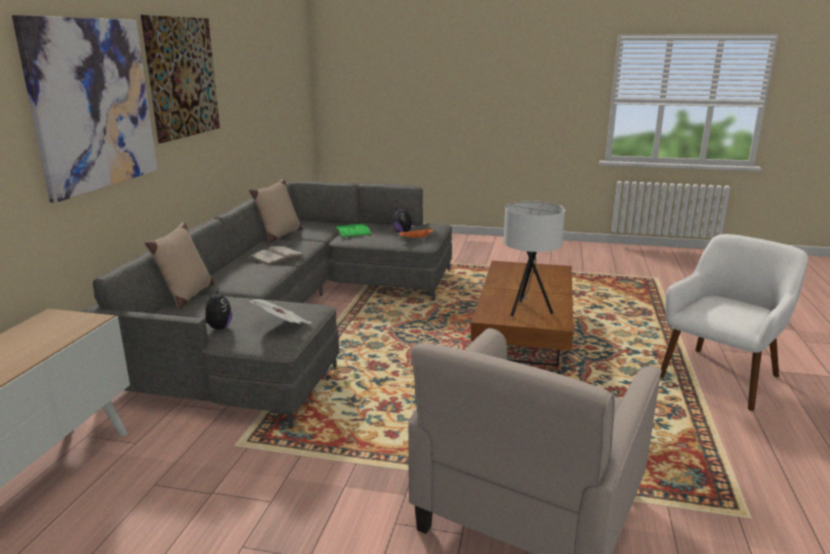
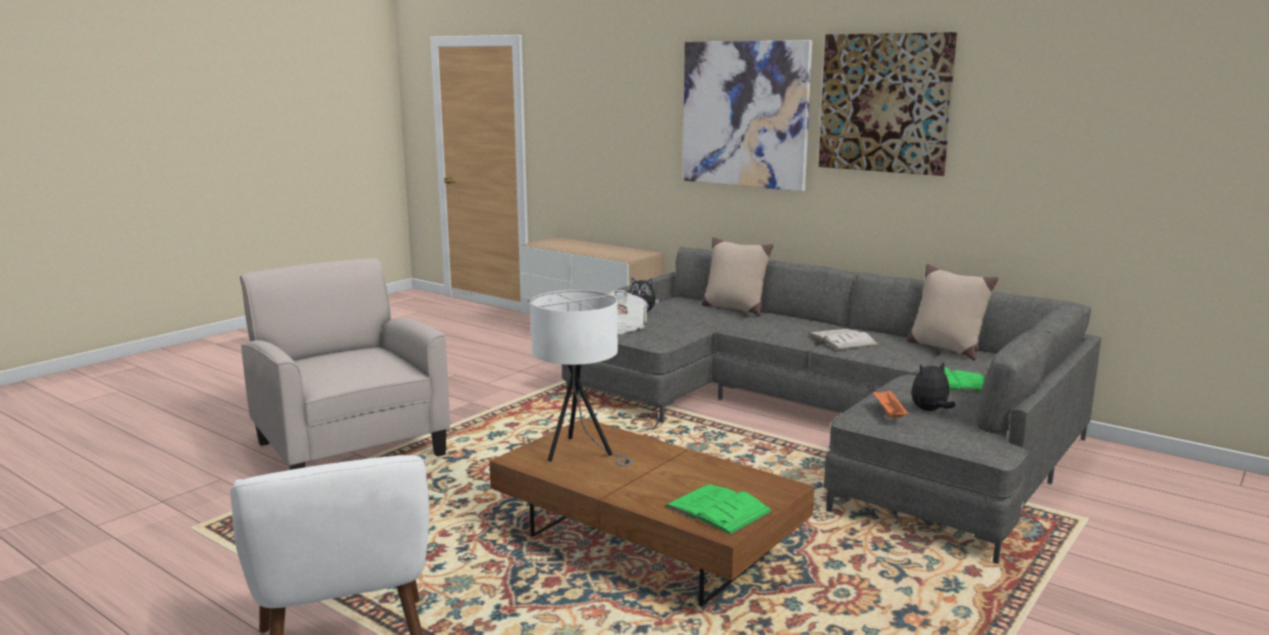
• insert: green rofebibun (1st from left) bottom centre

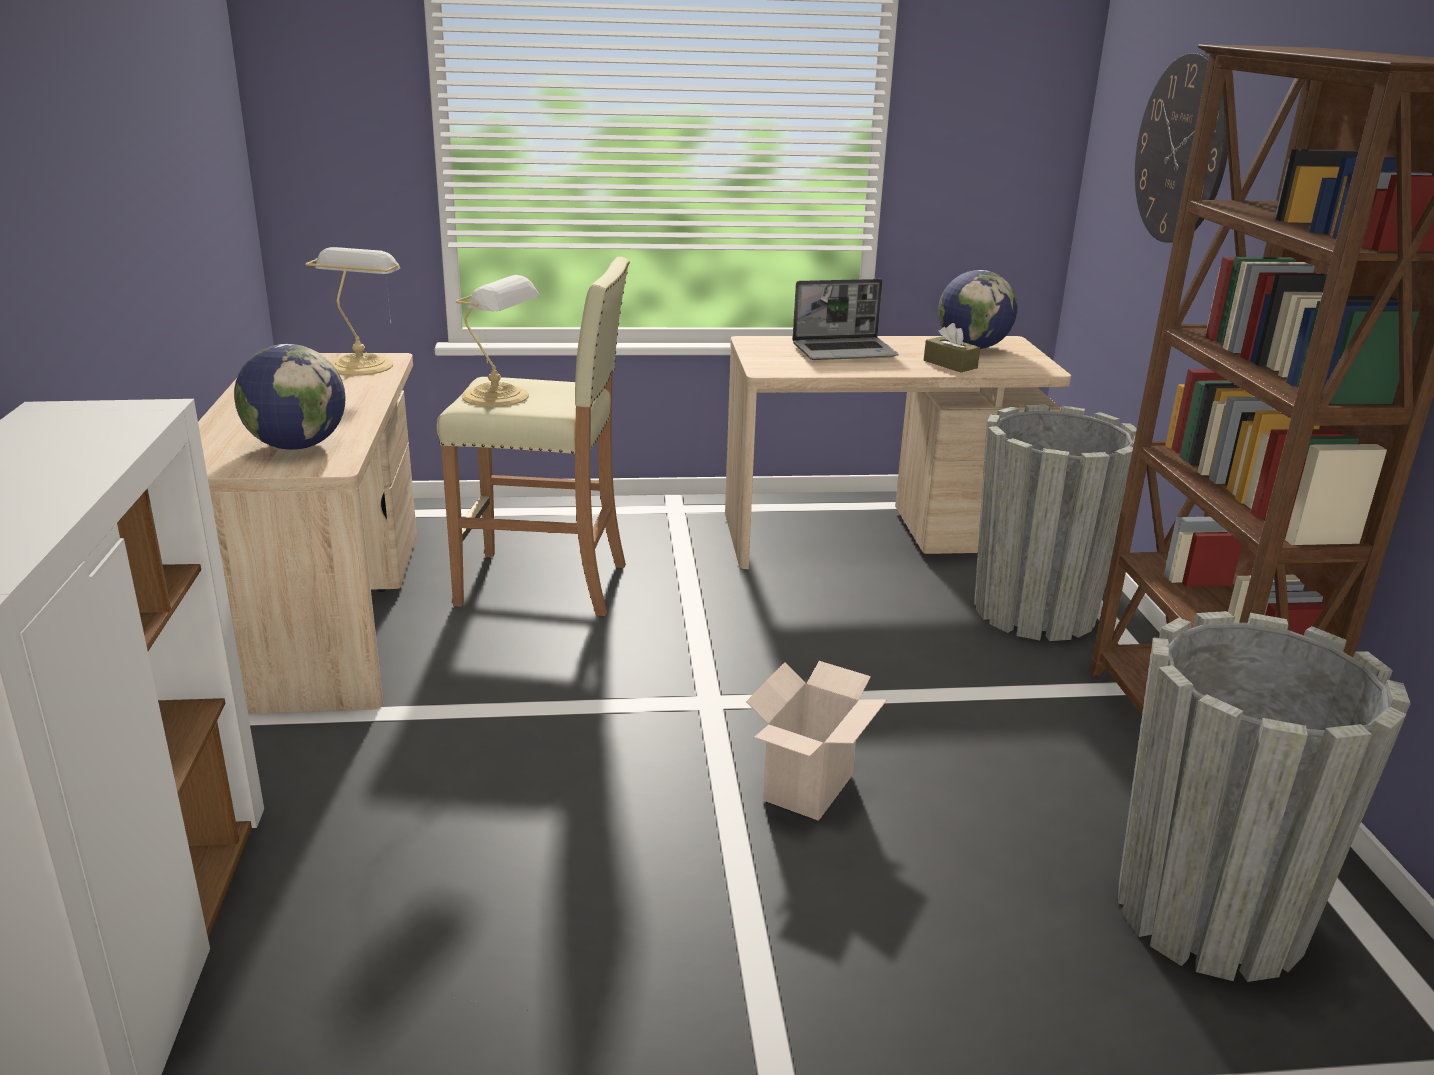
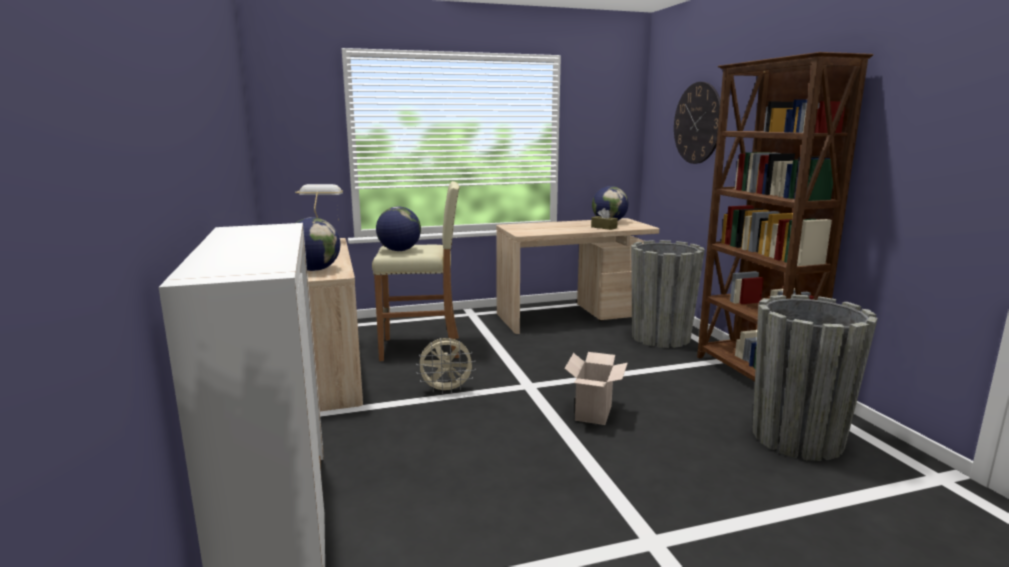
• replace: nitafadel (2nd from left) top centre to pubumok (2nd from left) centre
• insert: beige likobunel centre
• delete: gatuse top centre

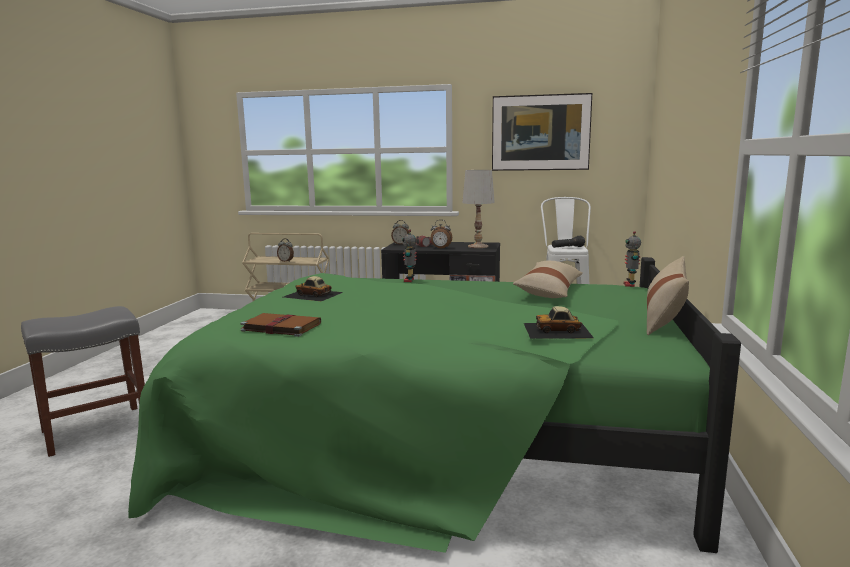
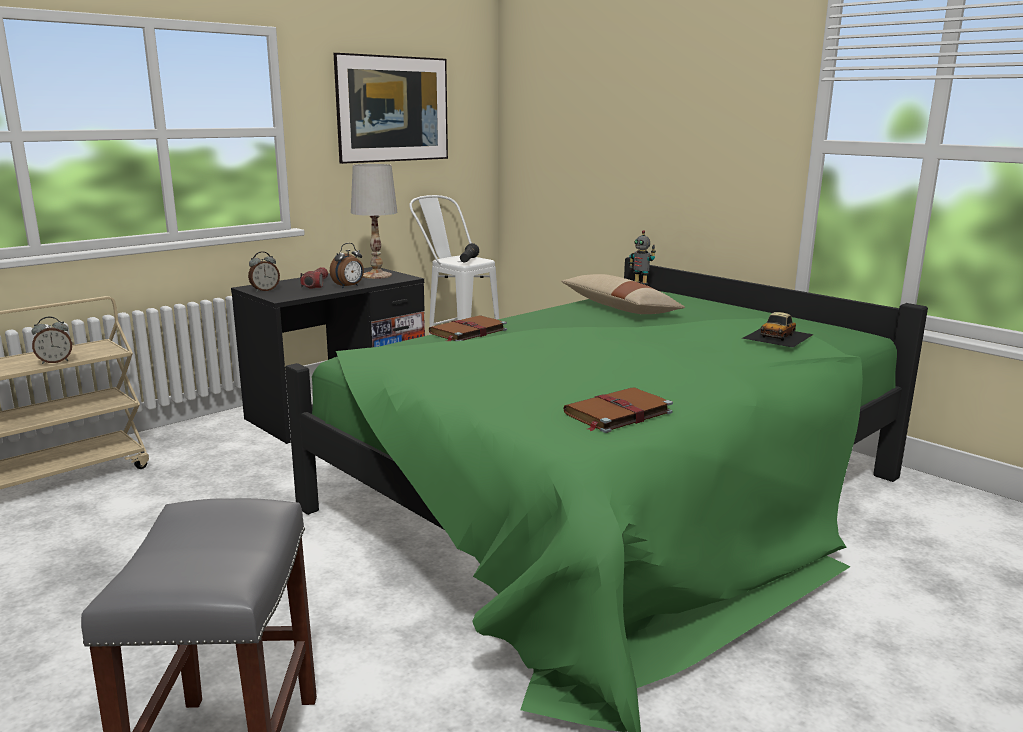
• replace: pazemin (1st from left) centre to brown rofebibun (1st from left) centre
• delete: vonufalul (1st from left) centre
• delete: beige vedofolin (2nd from left) middle right

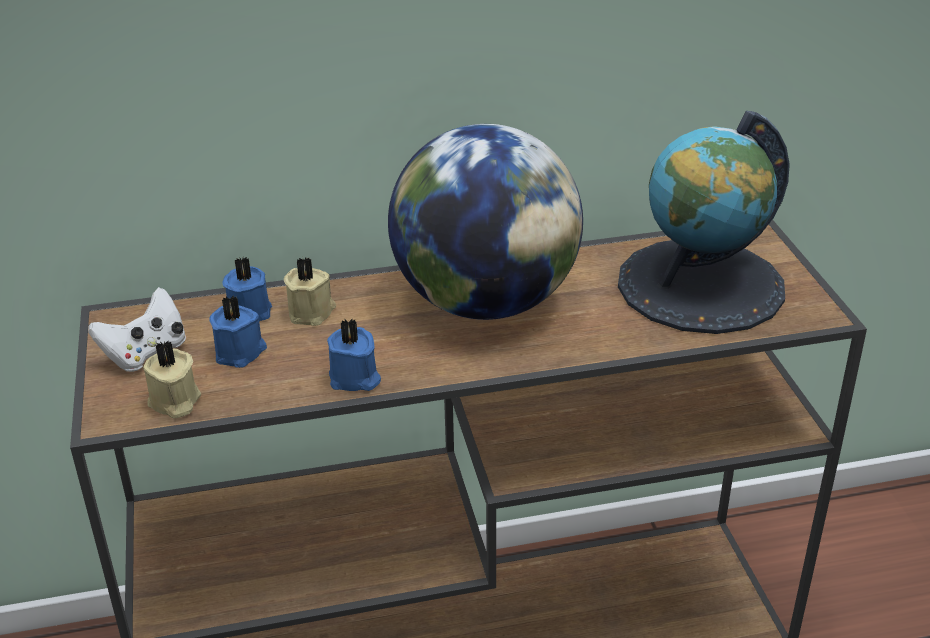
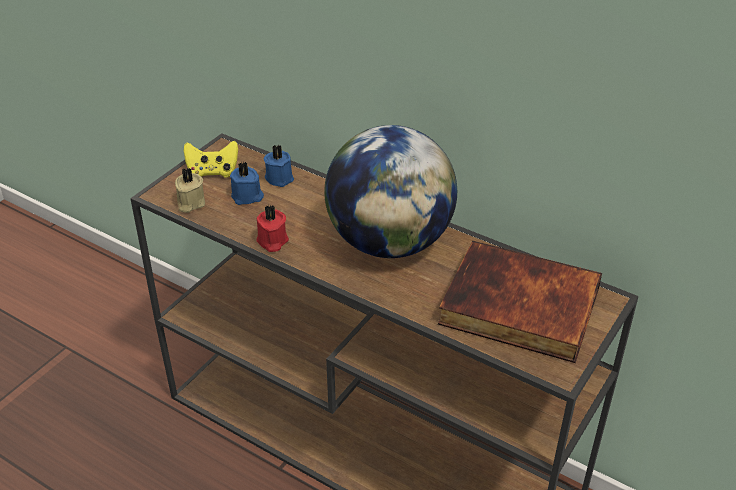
• recolor: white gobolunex middle left to yellow gobolunex top left
• recolor: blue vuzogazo (3rd from left) centre to red vuzogazo centre
• replace: pubumok (2nd from left) middle right to rofebibun middle right
• delete: beige vuzogazo (2nd from left) centre

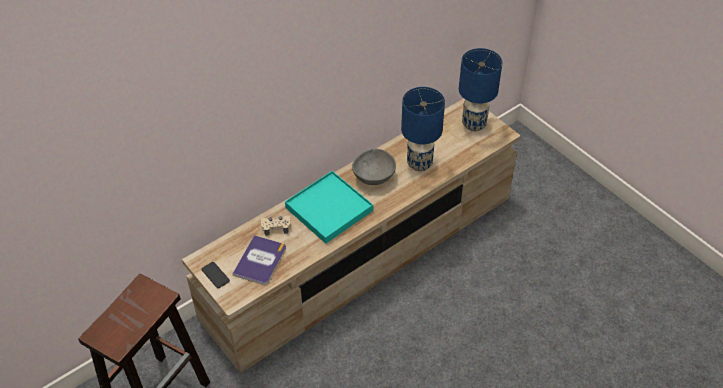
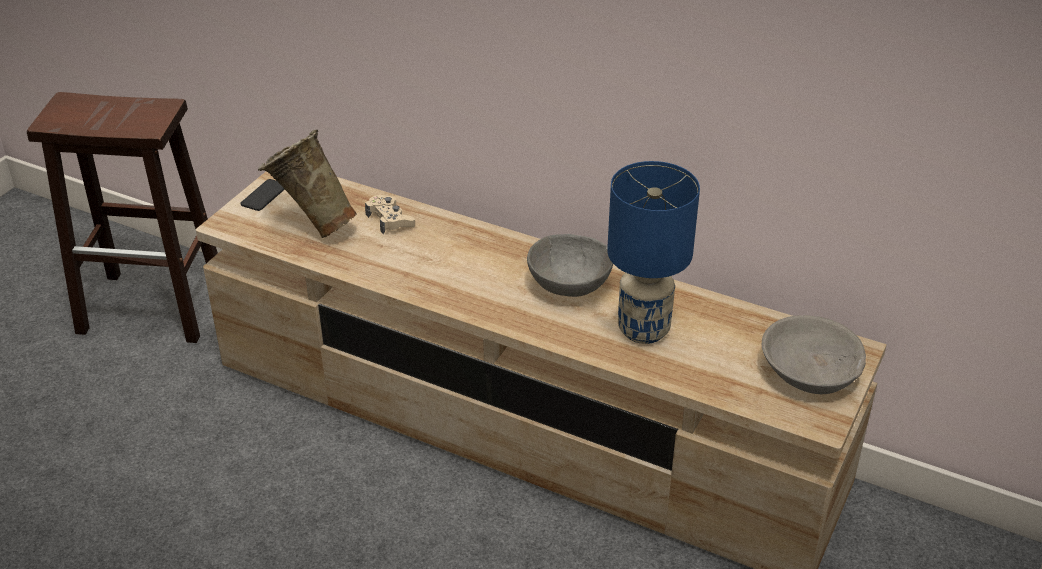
• replace: rofebibun bottom centre to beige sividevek top left
• replace: blue nitafadel (2nd from left) top centre to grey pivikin (2nd from left) middle right
• delete: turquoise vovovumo centre

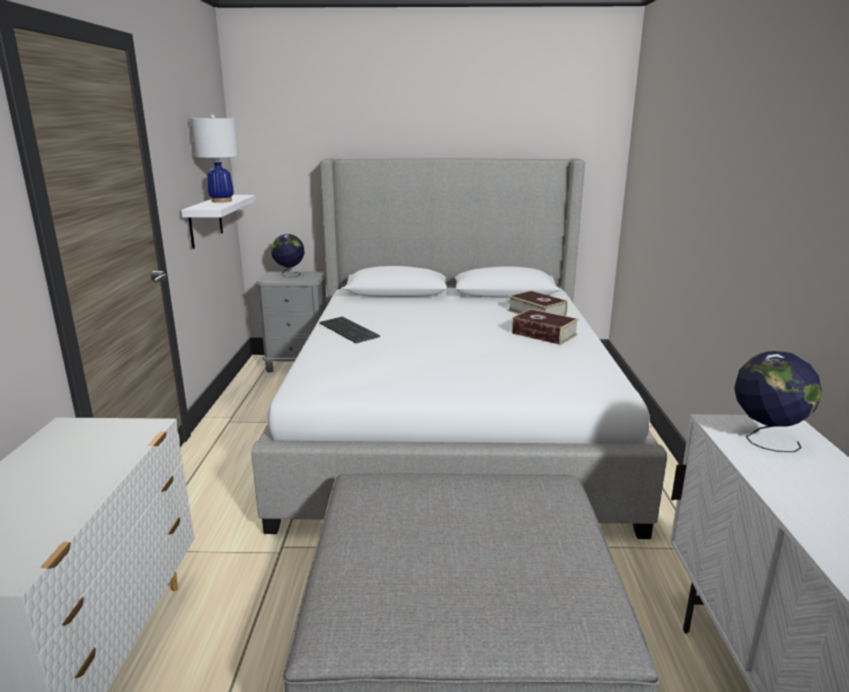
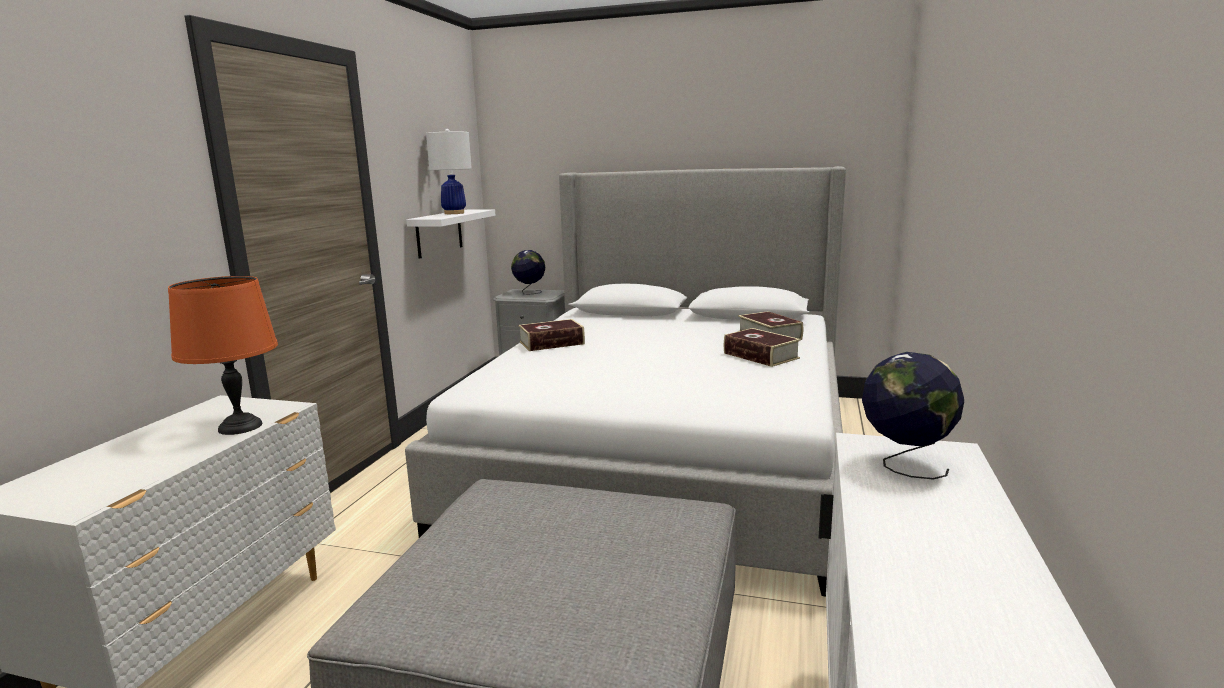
• insert: orange nitafadel middle left
• replace: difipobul centre to rofebibun (1st from left) centre

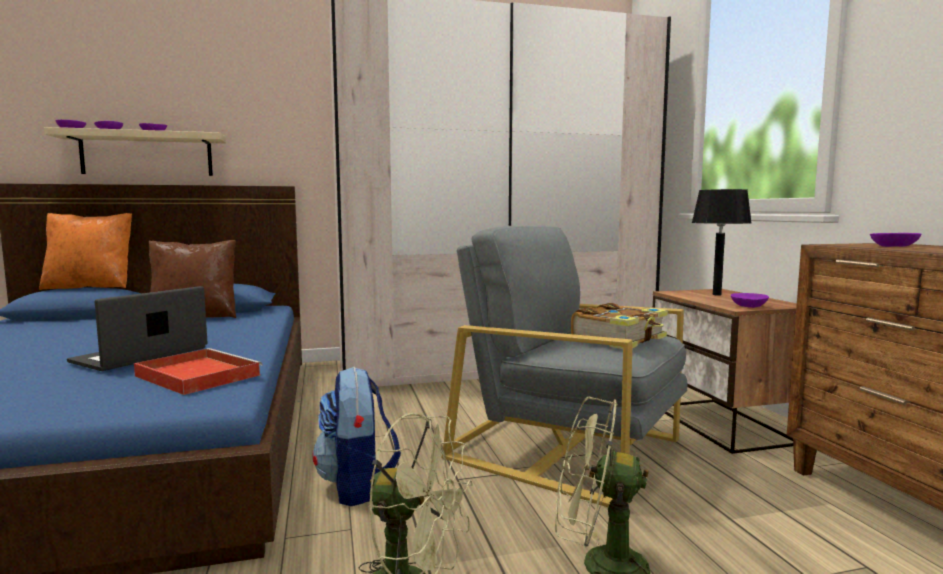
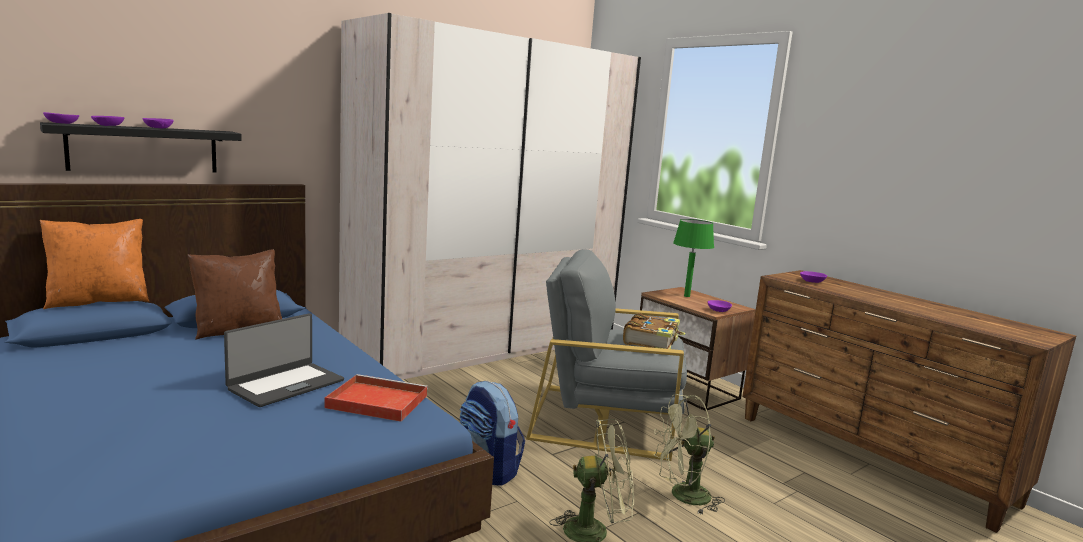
• recolor: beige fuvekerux top left to black fuvekerux top left
• rotate: gatuse middle left = middle left 150 degrees counterclockwise
• recolor: black nitafadel middle right to green nitafadel centre

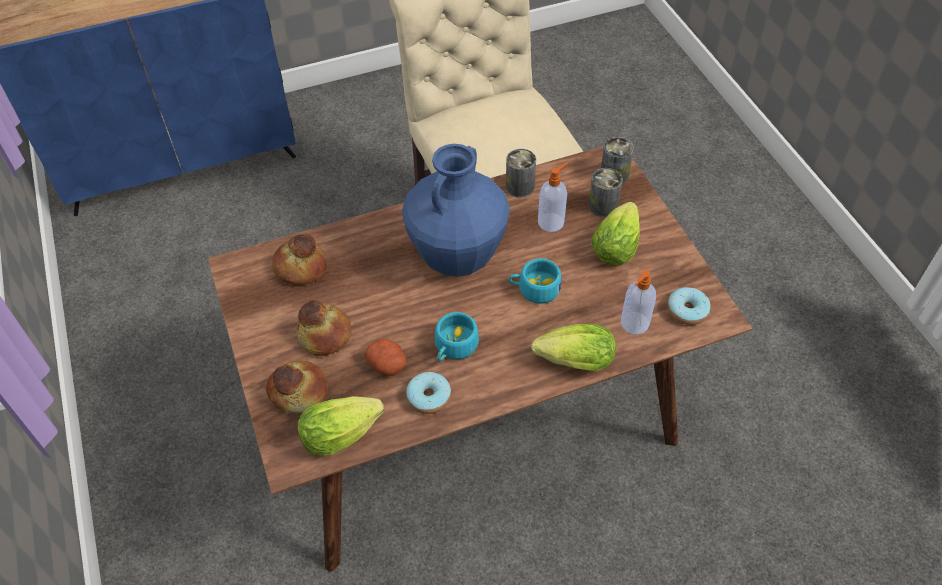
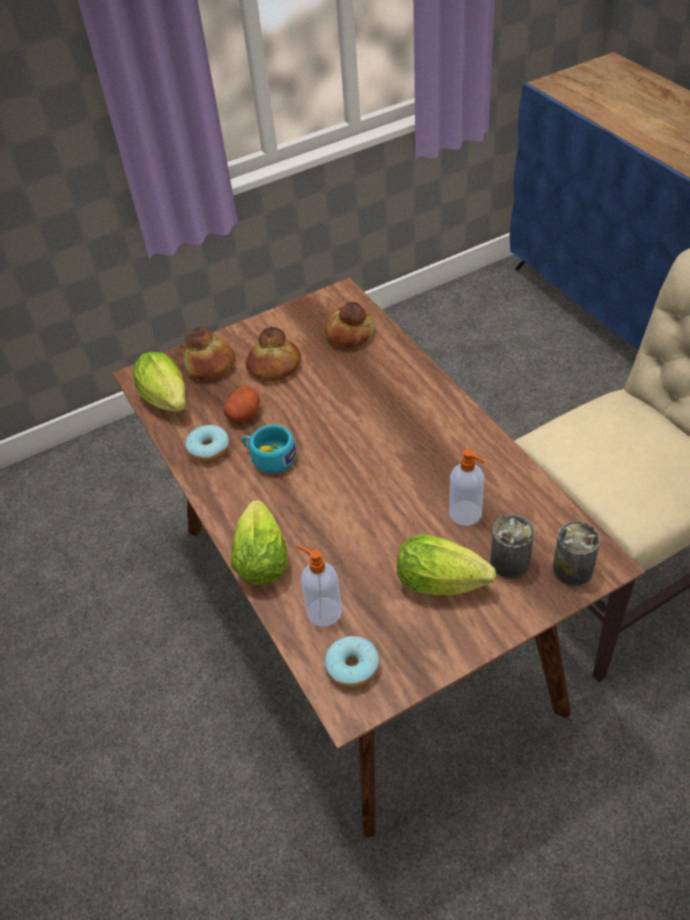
• delete: blue sividevek centre
• delete: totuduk (1st from left) top centre
• delete: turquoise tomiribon (2nd from left) centre

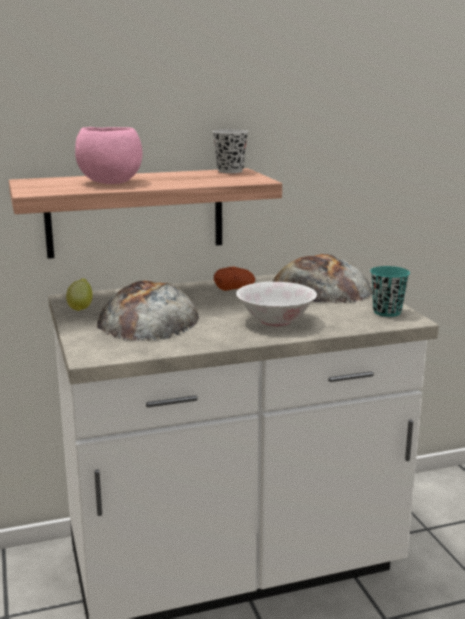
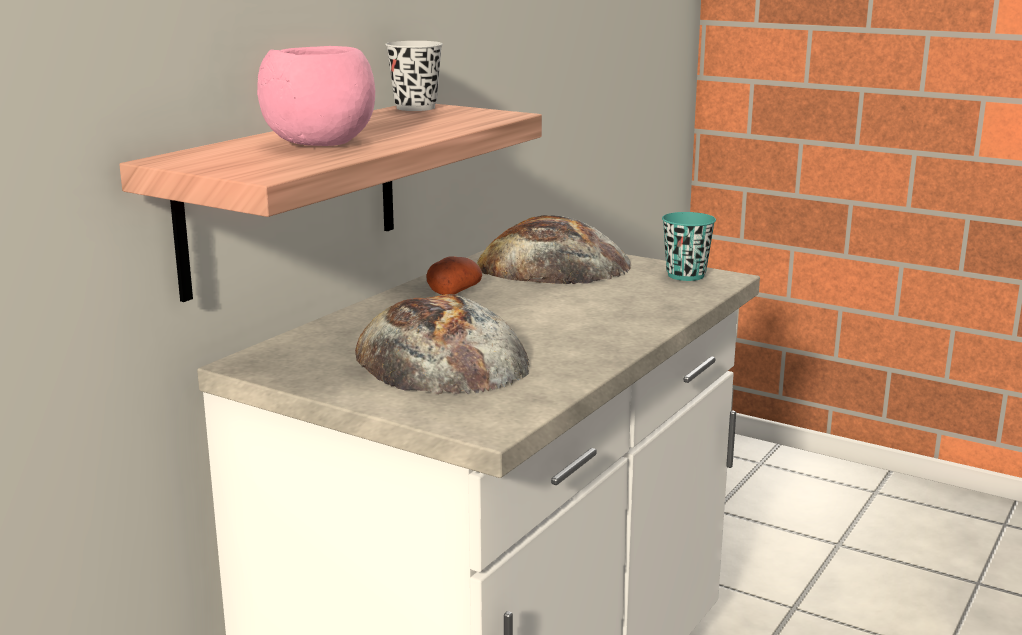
• delete: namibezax middle left
• delete: white pivikin centre

